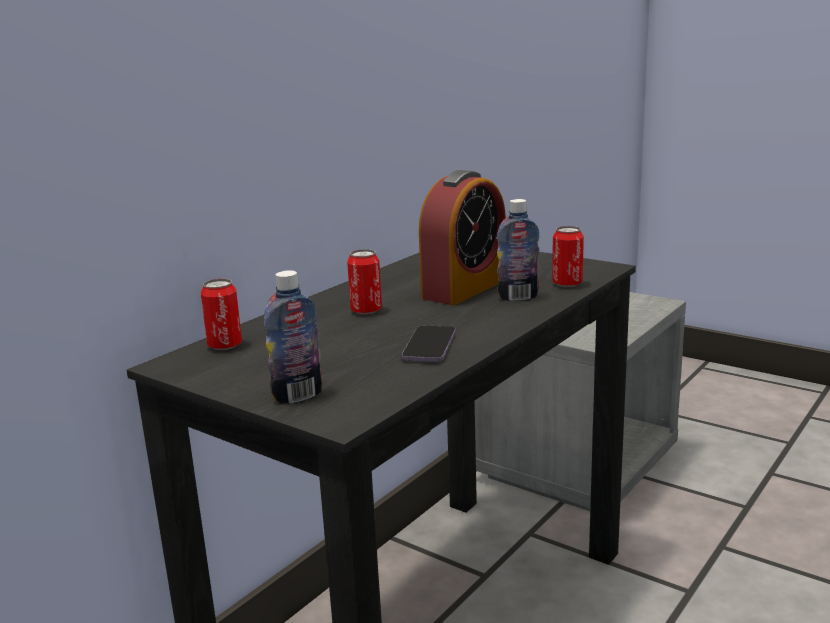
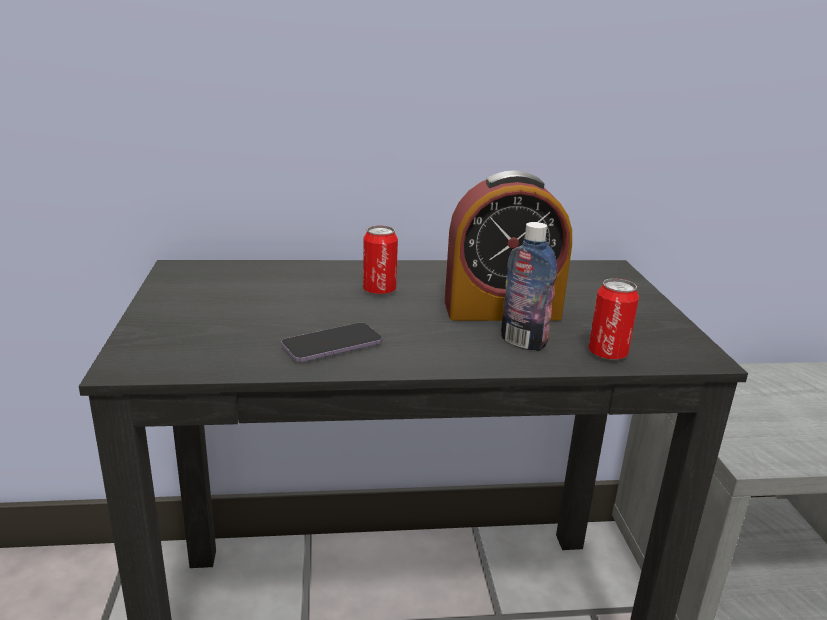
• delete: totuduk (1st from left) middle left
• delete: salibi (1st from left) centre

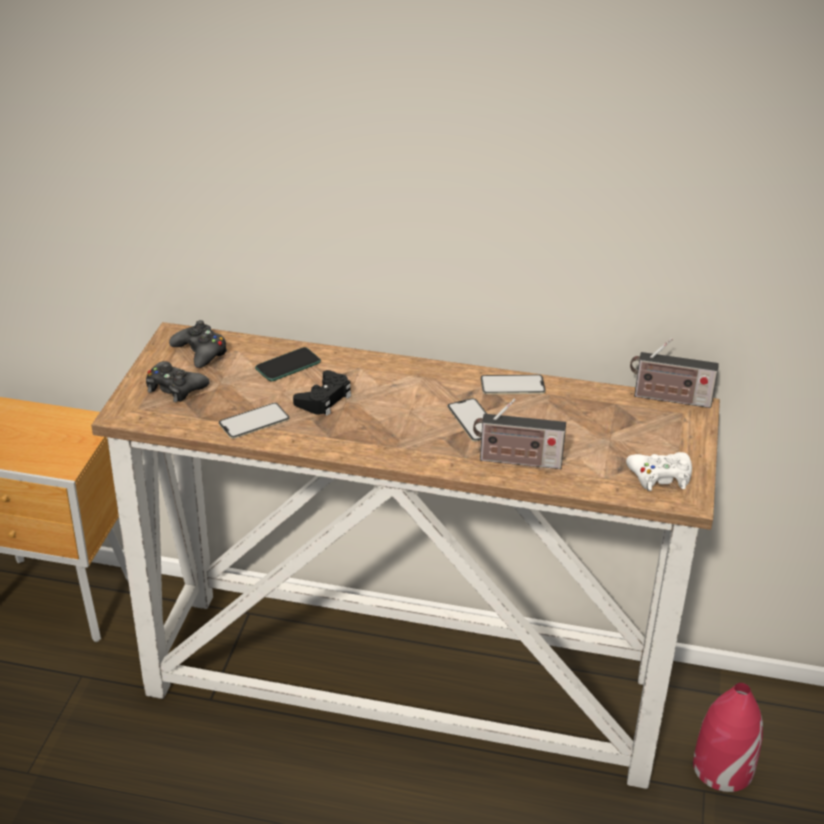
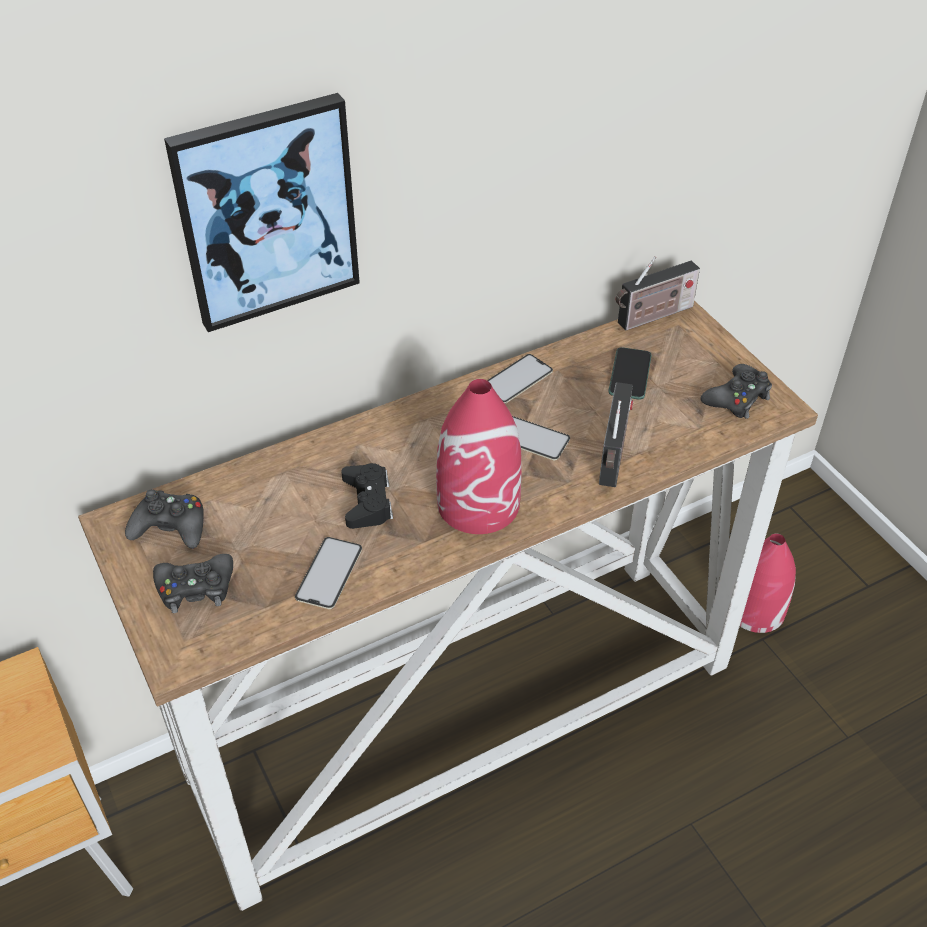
• insert: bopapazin top left
• insert: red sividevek (1st from left) centre
• rotate: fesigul (1st from left) centre = centre 45 degrees counterclockwise
• move: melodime (2nd from left in the first image) centre to melodime (4th from left) middle right
• recolor: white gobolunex middle right to black gobolunex (4th from left) middle right

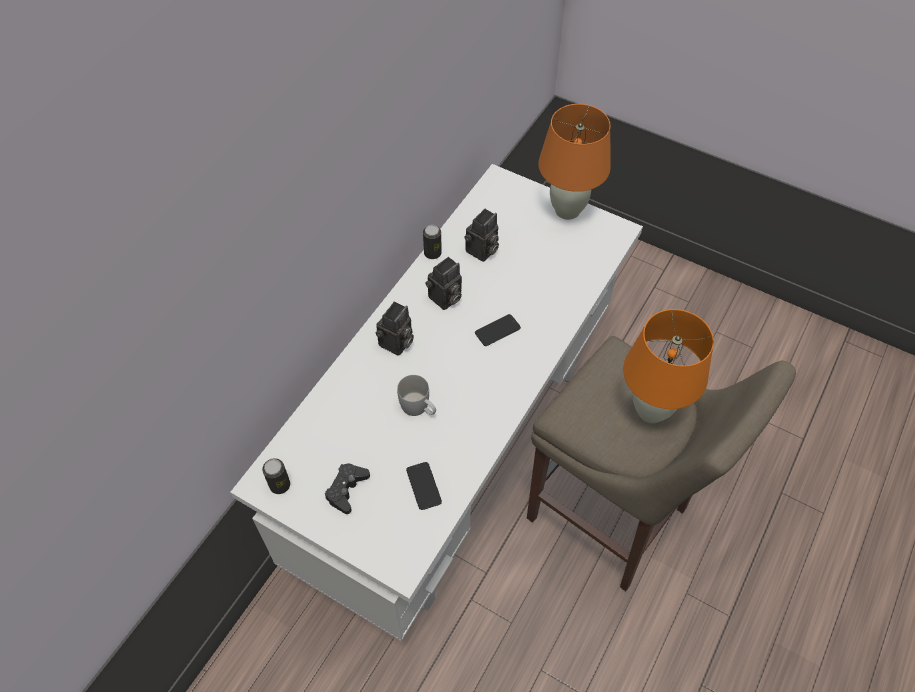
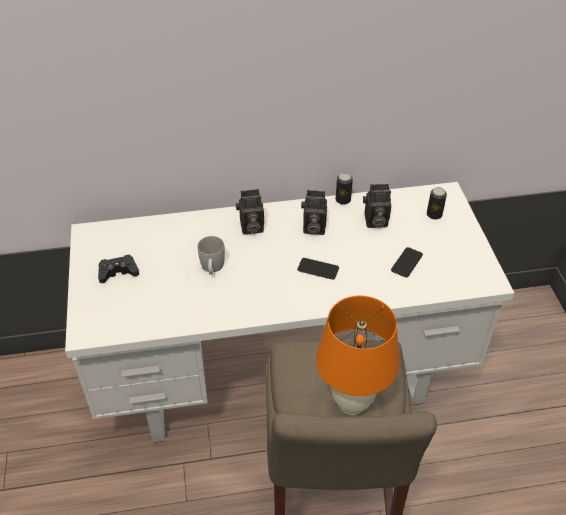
• move: melodime (1st from left in the first image) bottom centre to melodime (2nd from left) middle right
• move: totuduk (1st from left in the first image) bottom left to totuduk (2nd from left) middle right
• delete: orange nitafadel (1st from left) top centre

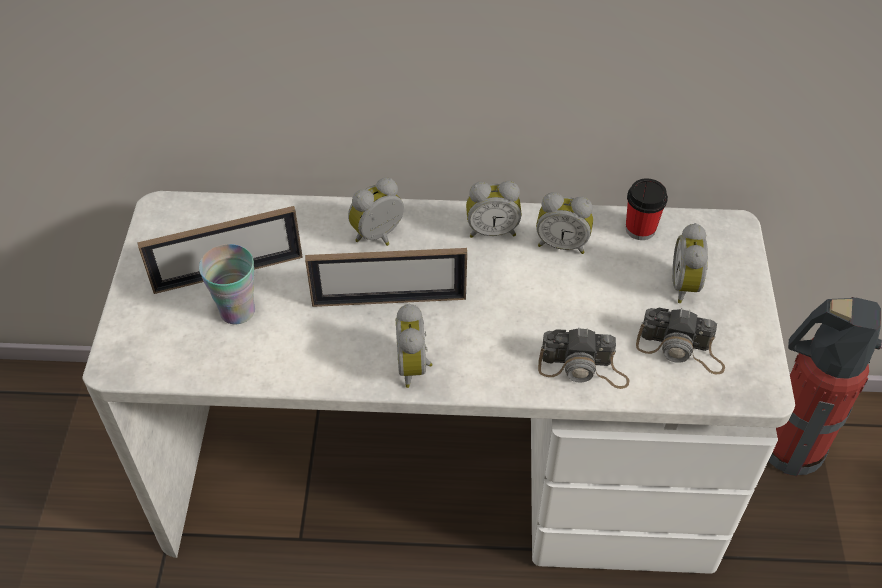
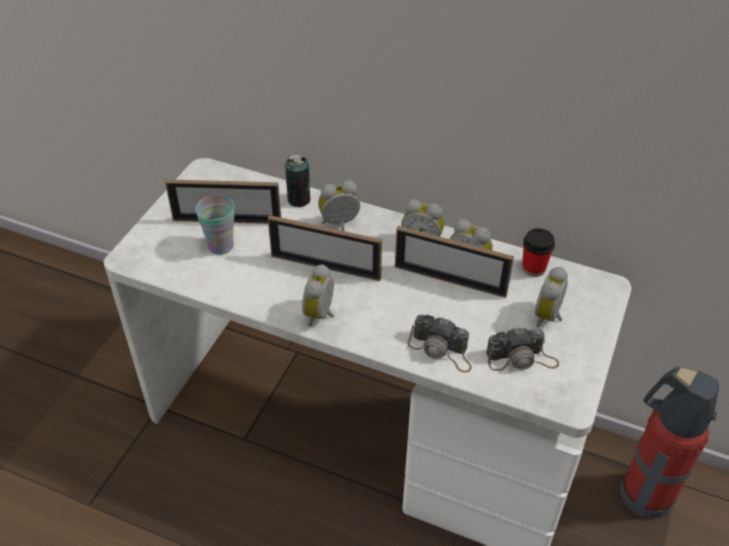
• insert: totuduk top centre
• insert: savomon (3rd from left) centre
• rotate: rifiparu (2nd from left) middle right = middle right 45 degrees counterclockwise

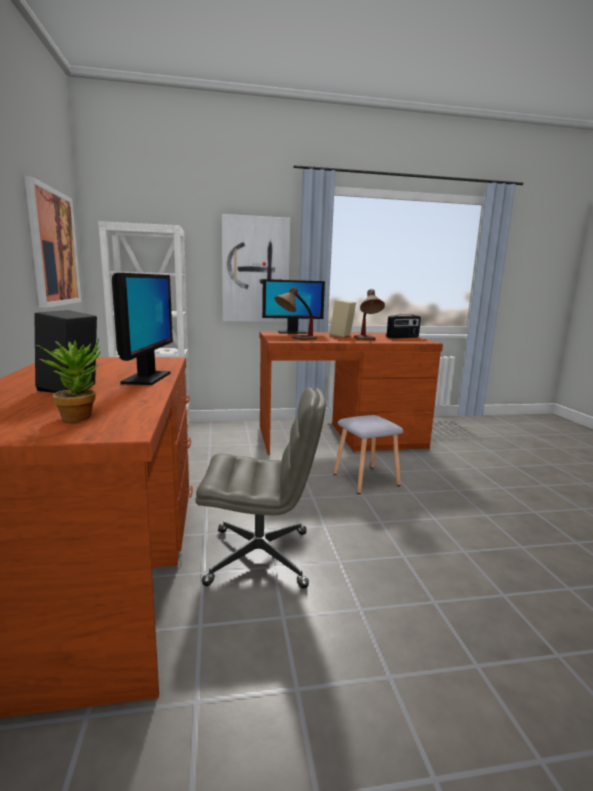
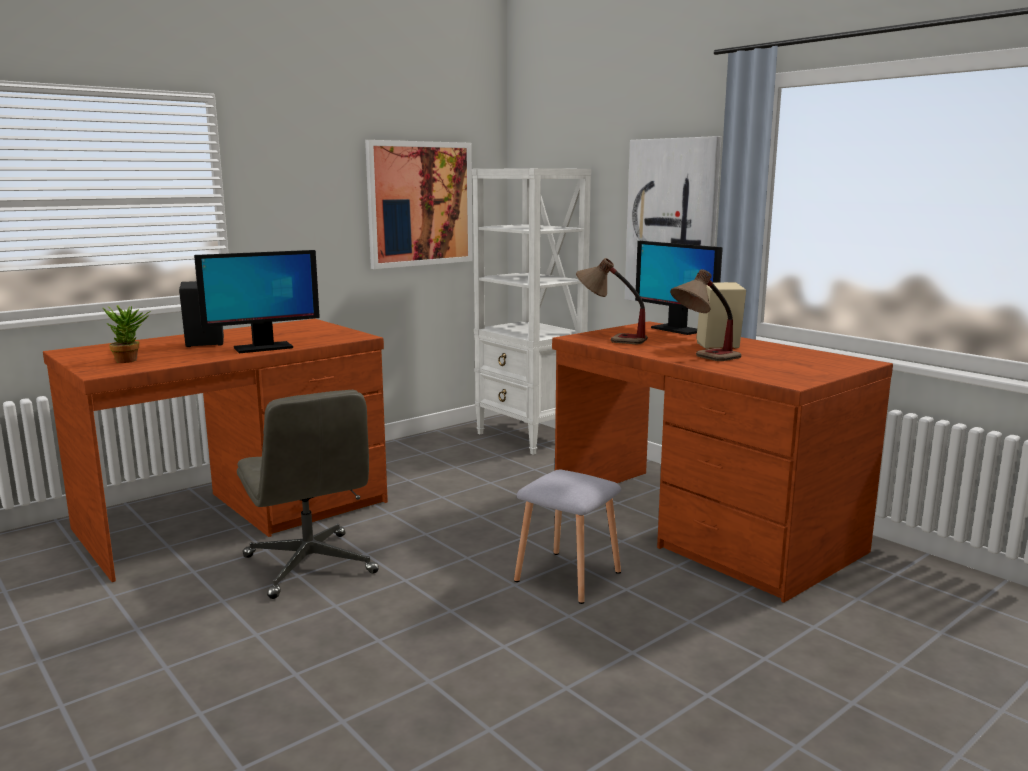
• delete: fesigul middle right

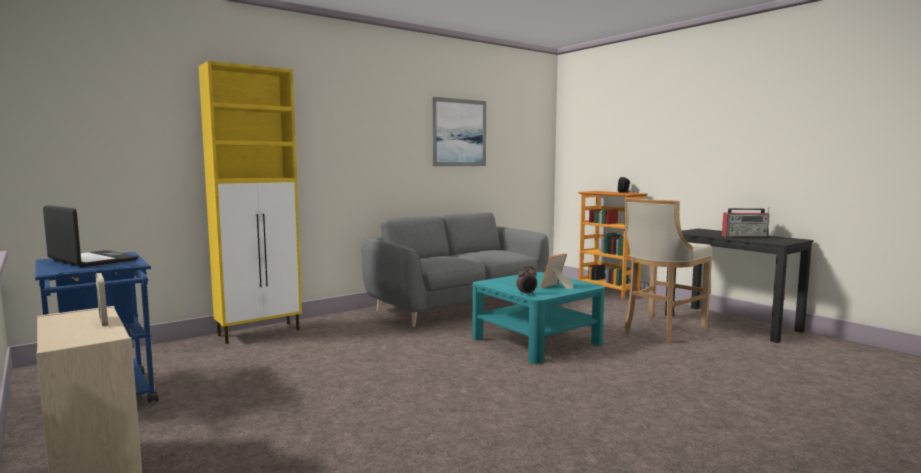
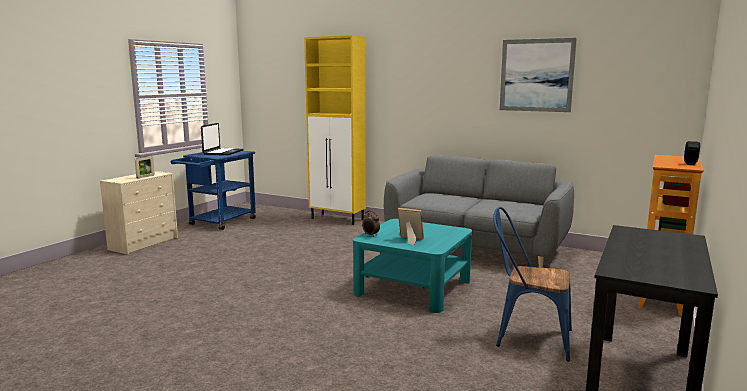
• replace: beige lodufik middle right to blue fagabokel bottom right
• delete: fesigul middle right

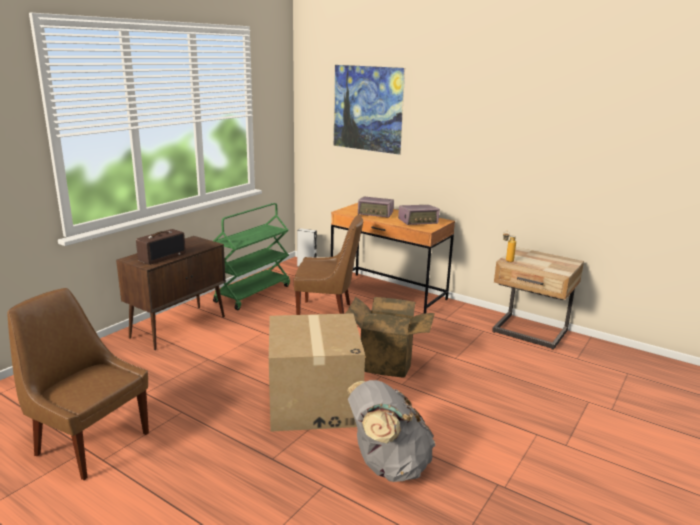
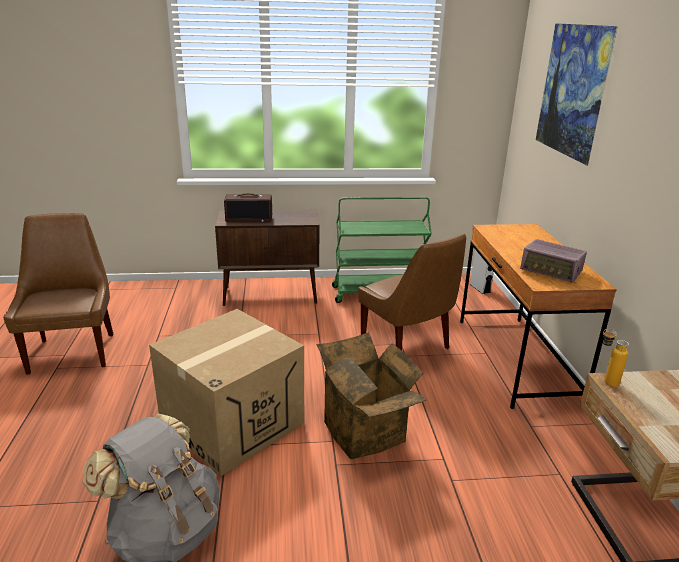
• delete: fesigul (2nd from left) centre

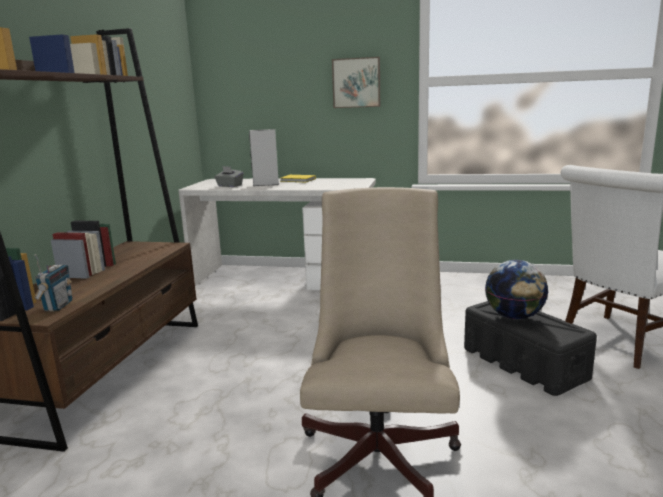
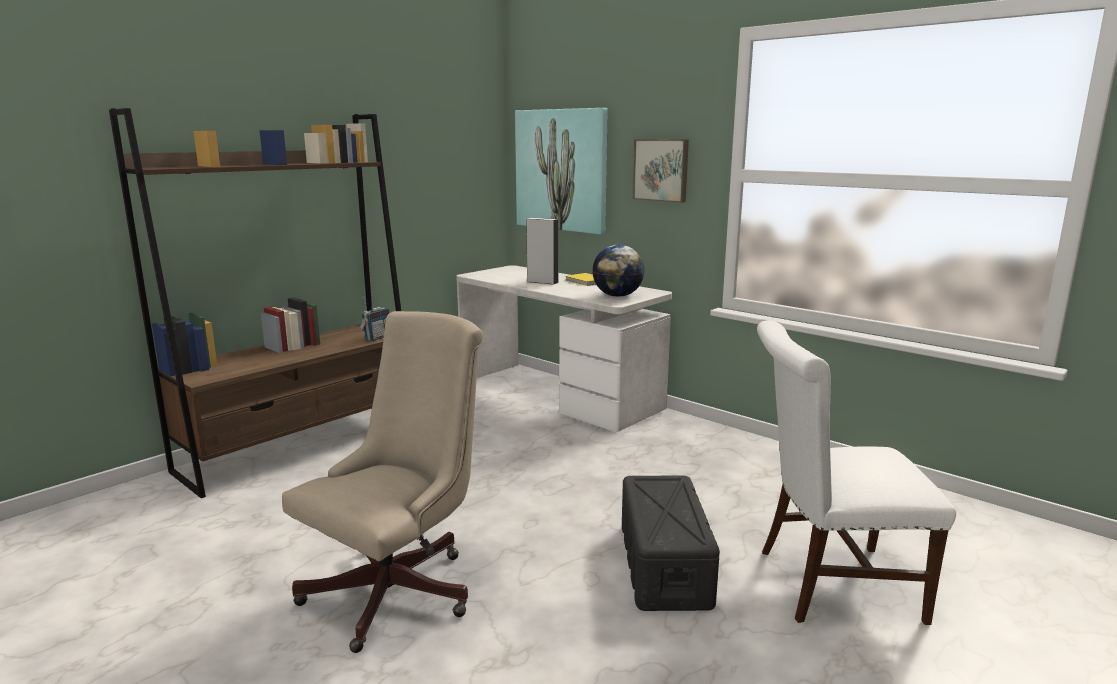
• move: fesigul middle left to centre
• insert: bopapazin (1st from left) top centre
• move: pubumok middle right to centre
• delete: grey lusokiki centre

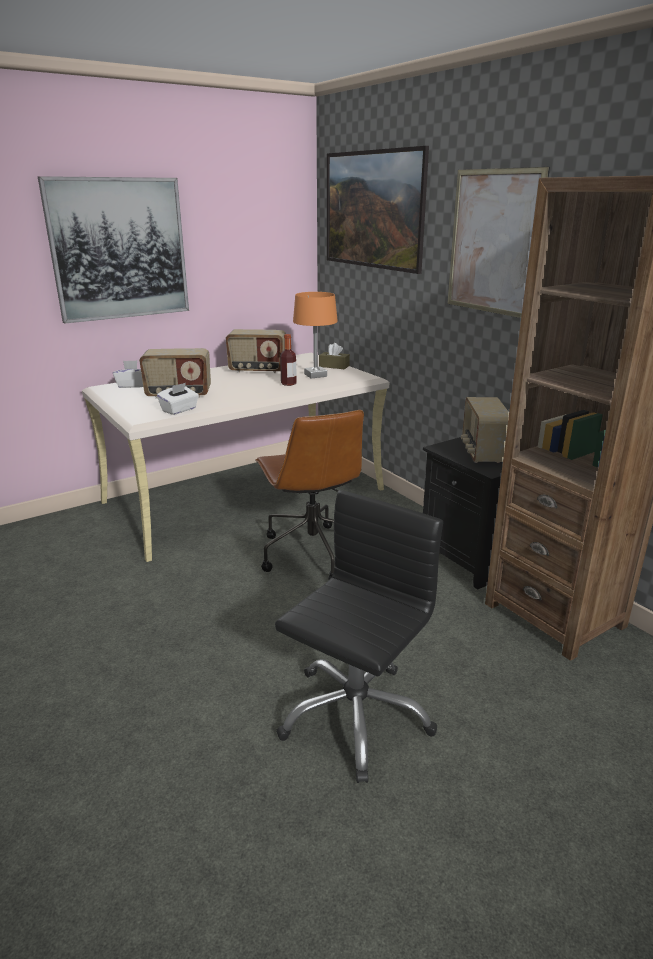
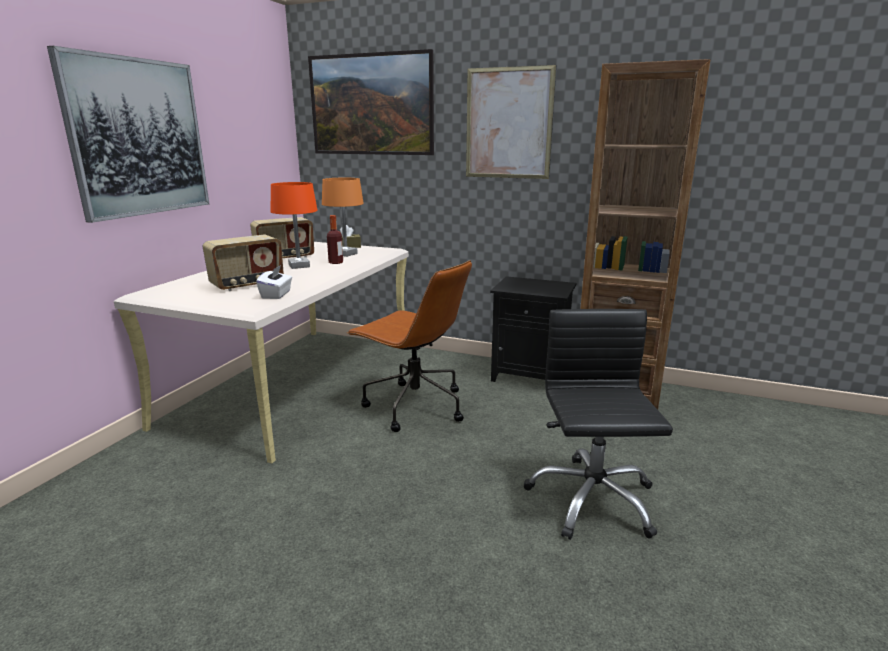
• insert: orange nitafadel (1st from left) middle left
• delete: white lusokiki (1st from left) middle left
• delete: fesigul (3rd from left) middle right

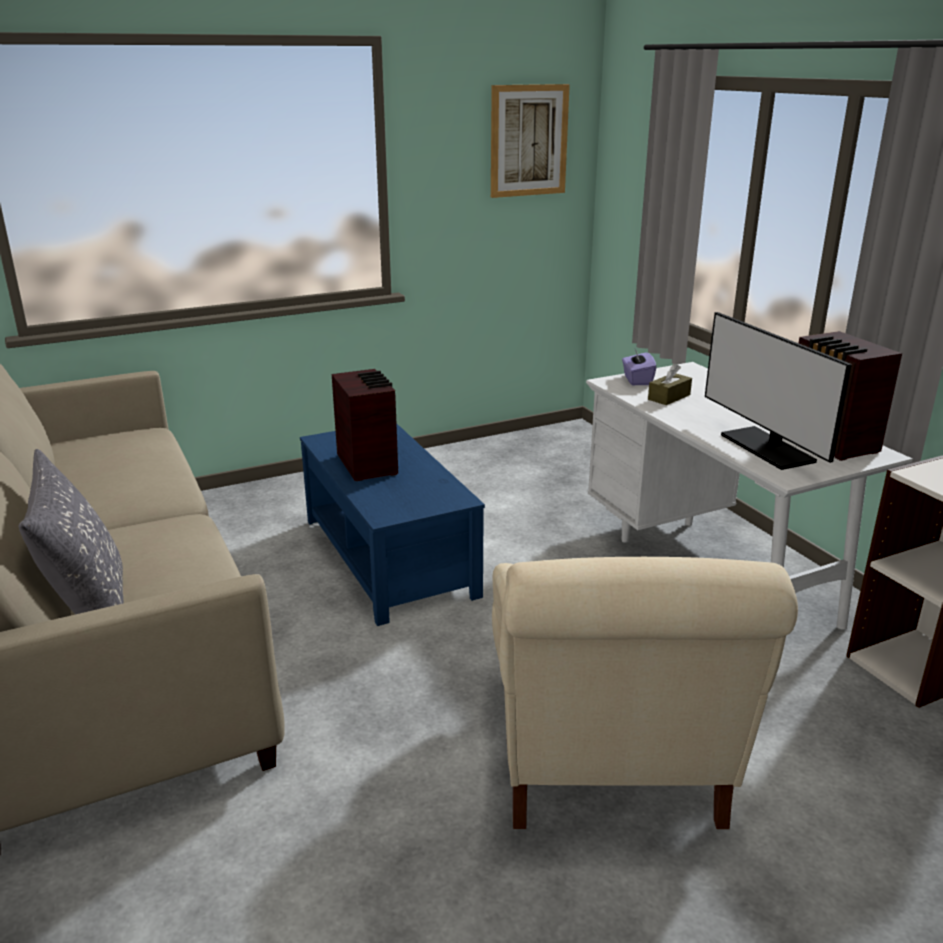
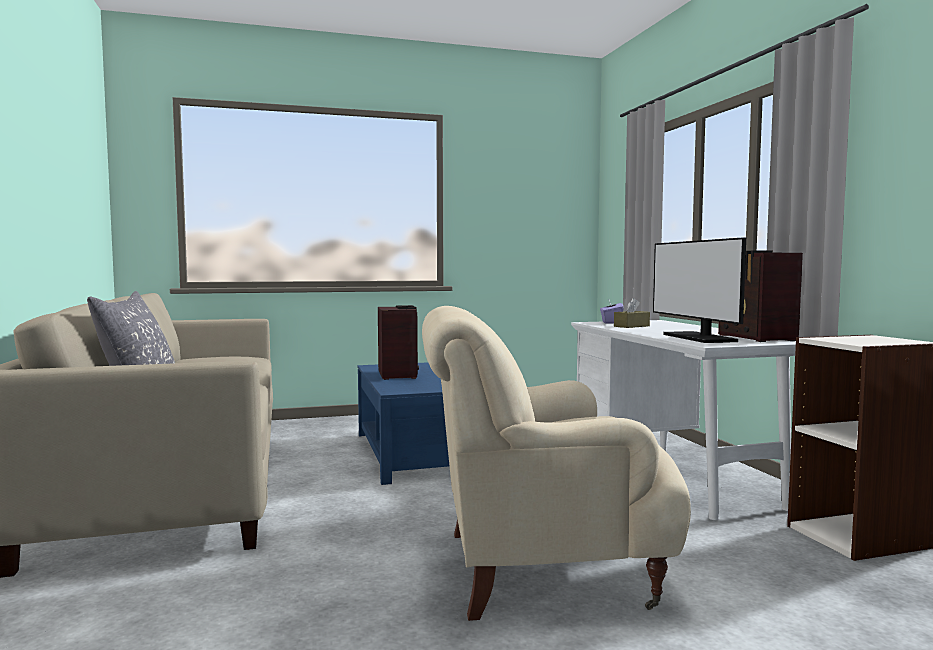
• rotate: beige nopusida bottom right = bottom centre 75 degrees clockwise
• delete: bopapazin top centre

